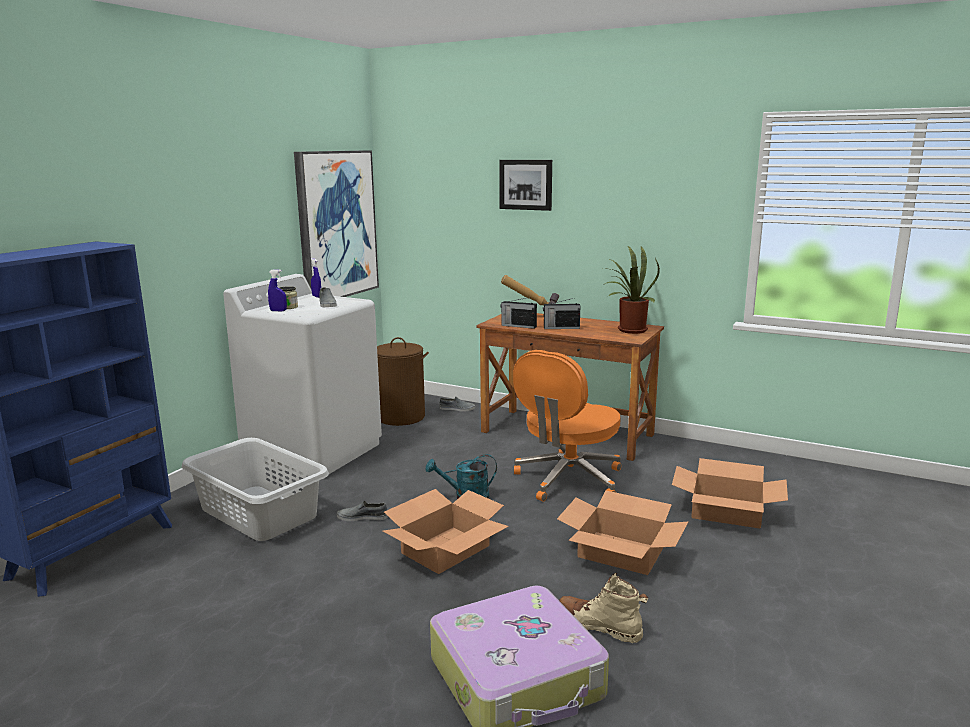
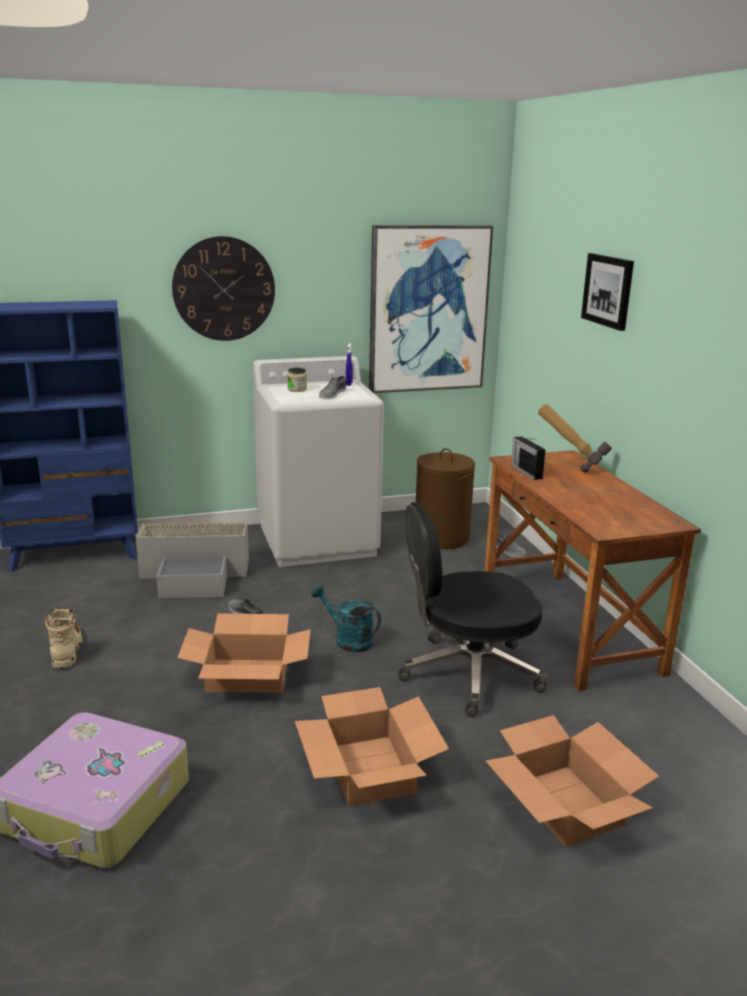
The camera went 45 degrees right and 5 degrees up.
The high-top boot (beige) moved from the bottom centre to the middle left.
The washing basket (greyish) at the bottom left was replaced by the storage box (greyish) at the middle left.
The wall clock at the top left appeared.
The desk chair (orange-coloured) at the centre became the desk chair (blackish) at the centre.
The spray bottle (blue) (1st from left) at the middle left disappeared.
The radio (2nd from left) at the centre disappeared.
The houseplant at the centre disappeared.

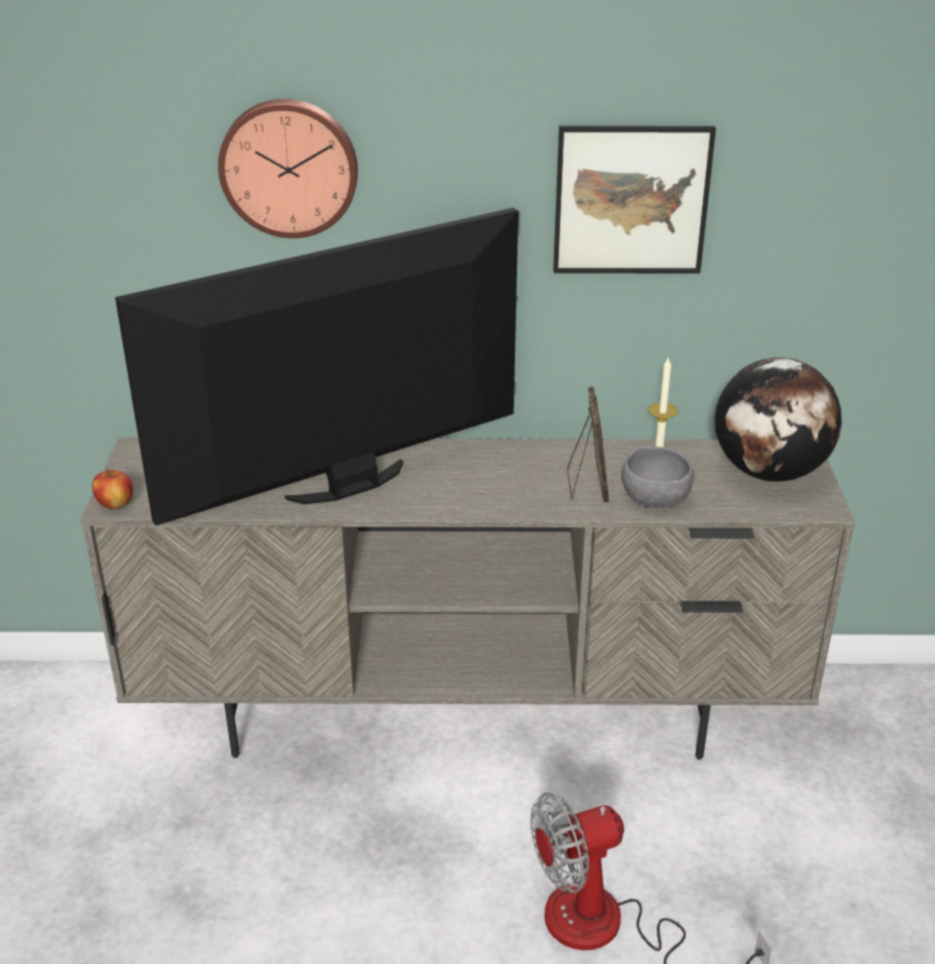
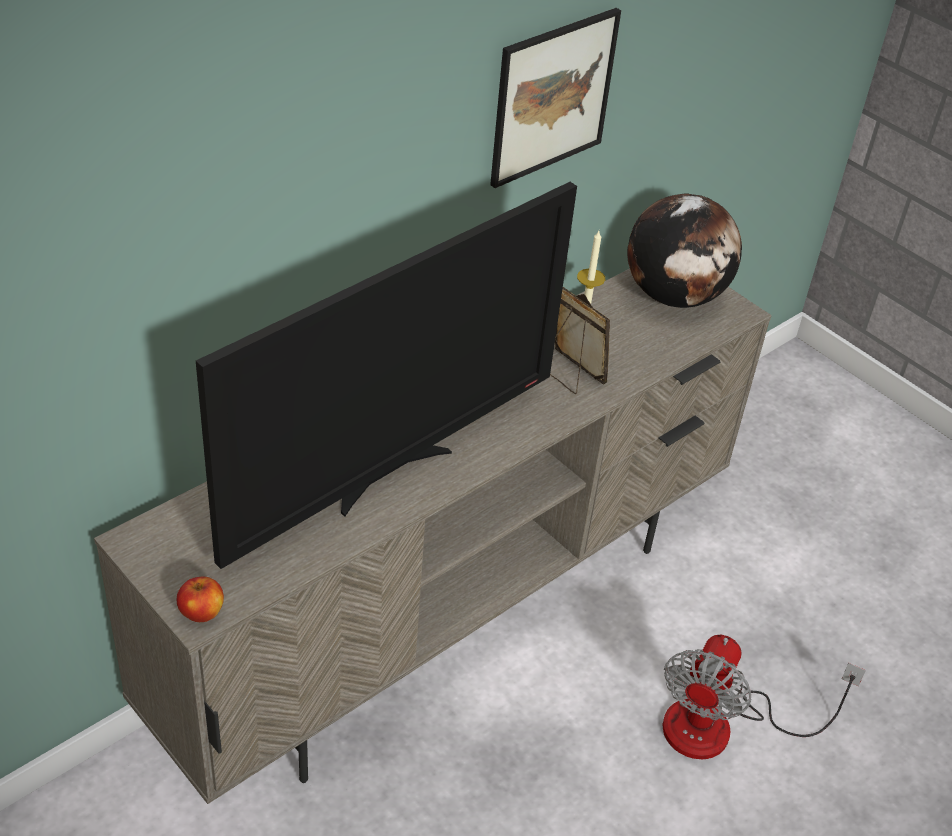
The camera went 45 degrees left and 10 degrees up.
The television at the centre turned 150 degrees counterclockwise.
The wall clock at the top left disappeared.
The serving bowl (greyish) at the middle right disappeared.

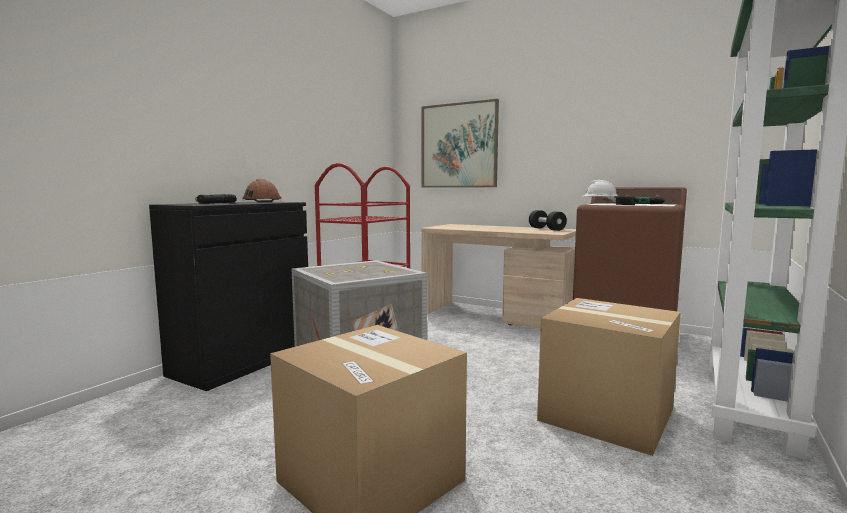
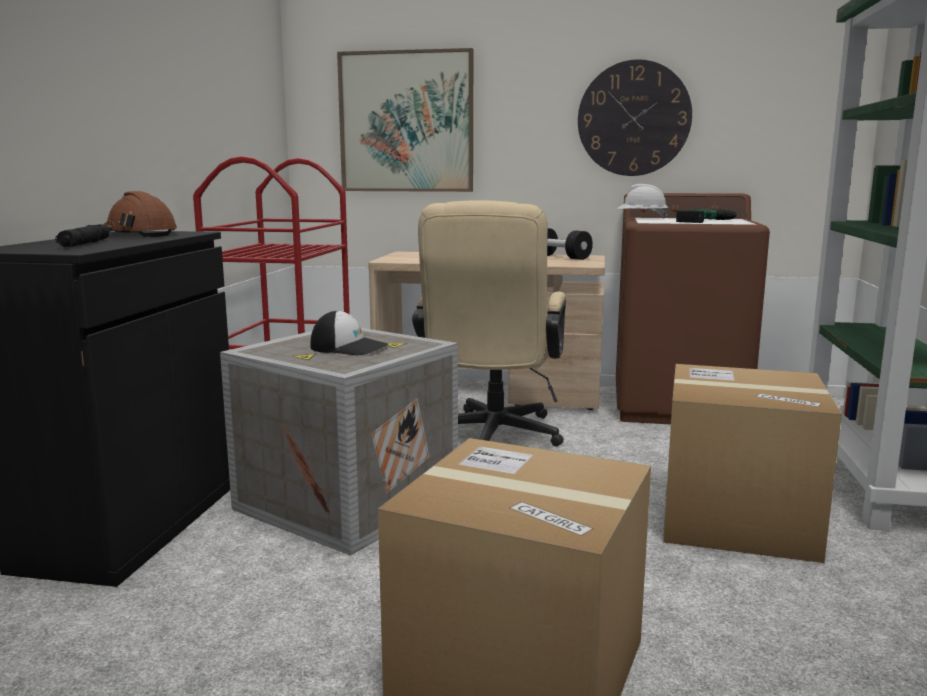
The camera went 20 degrees left and 5 degrees up.
The cap at the centre appeared.
The desk chair (beige) at the centre appeared.
The wall clock at the top right appeared.

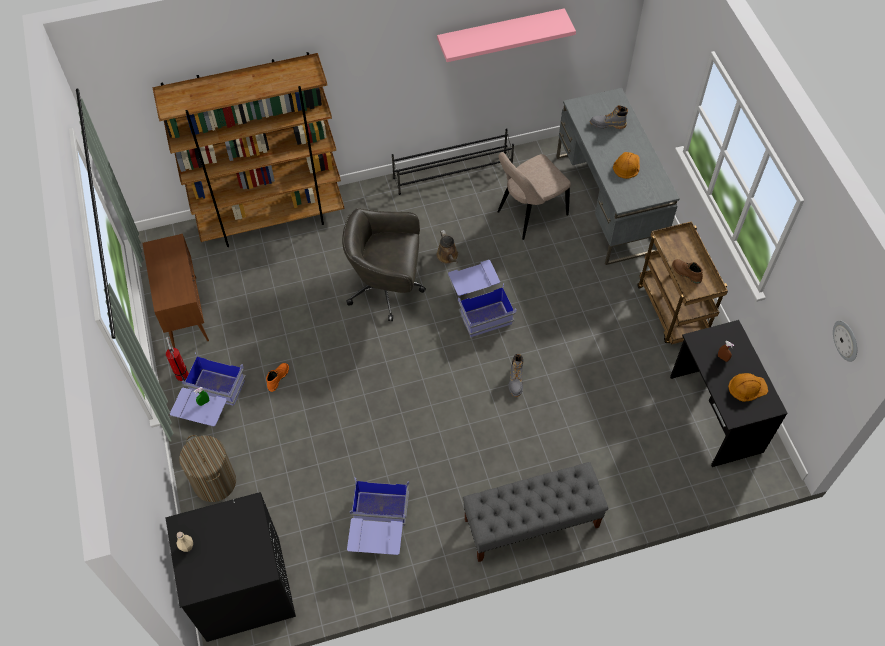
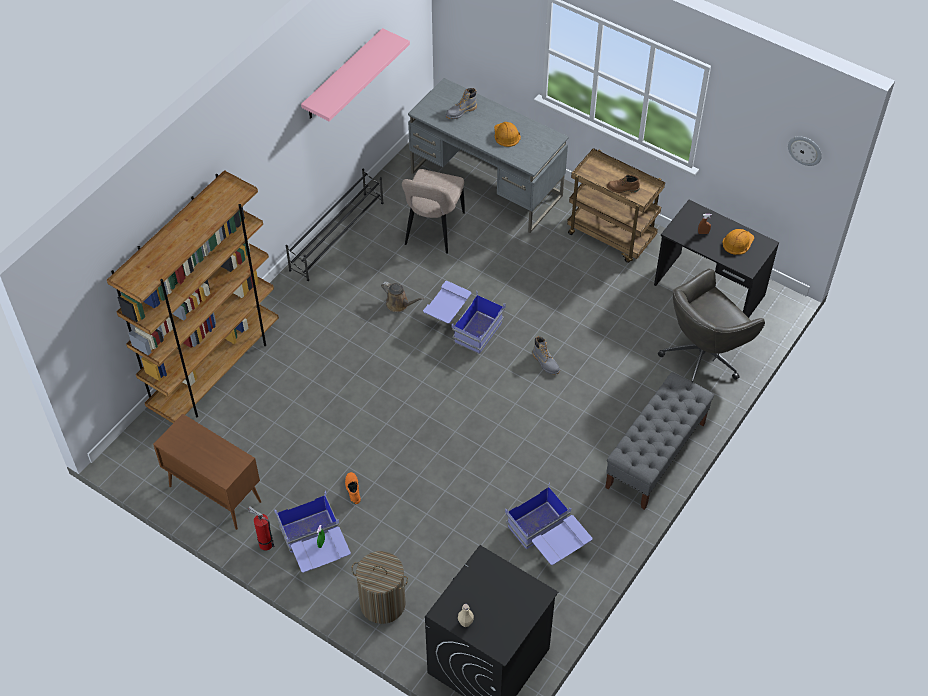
The camera went 40 degrees left and 5 degrees down.
The desk chair (greyish) moved from the centre to the middle right.

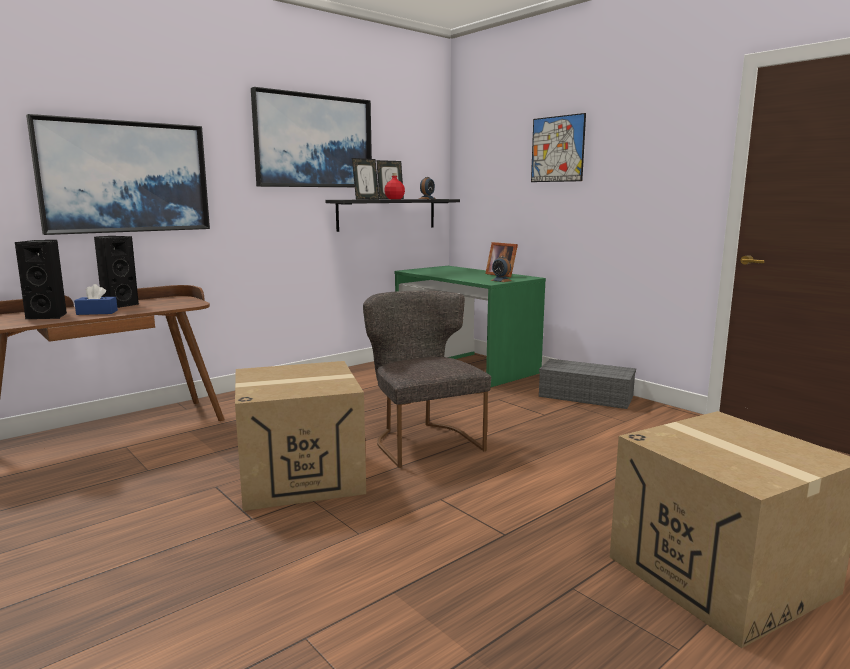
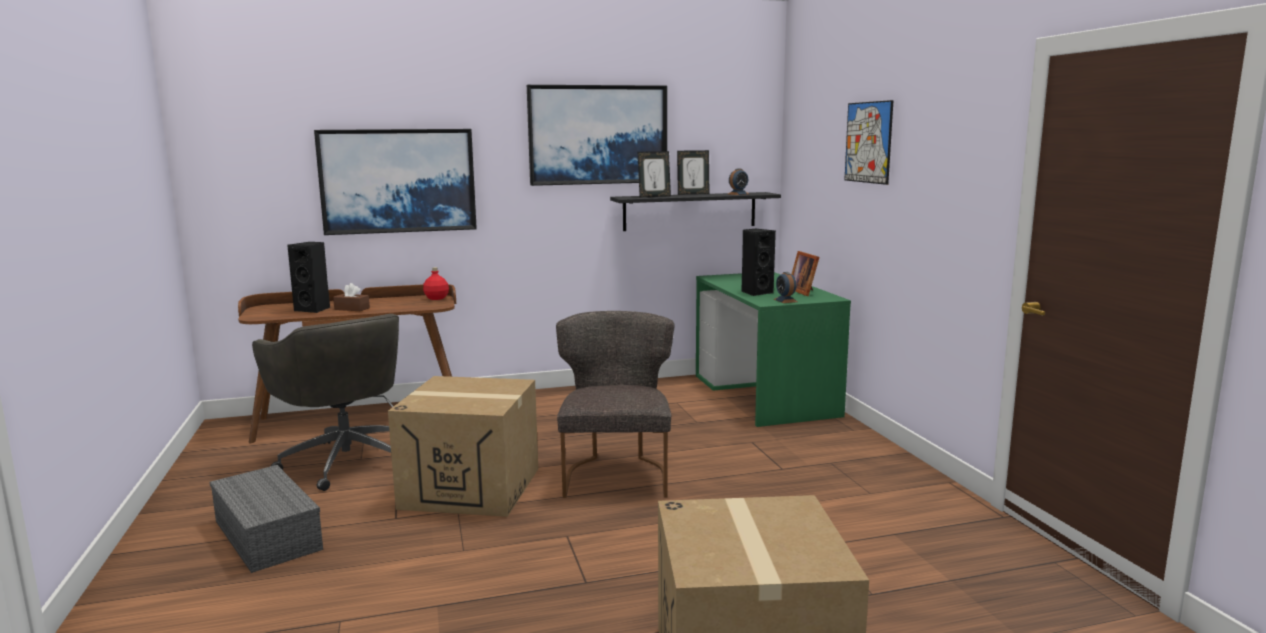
The camera went 25 degrees right and 0 degrees up.
The storage box (greyish) moved from the middle right to the bottom left.
The desk chair (greyish) at the middle left appeared.
The tissue box (blue) at the middle left became the tissue box (brown-coloured) at the middle left.
The drink bottle (reddish) moved from the top centre to the centre.
The loudspeaker (blackish) (2nd from left) moved from the middle left to the centre.

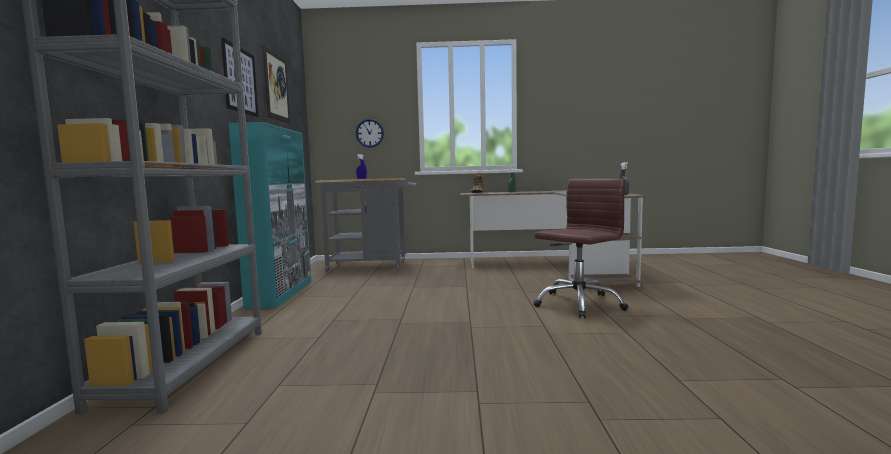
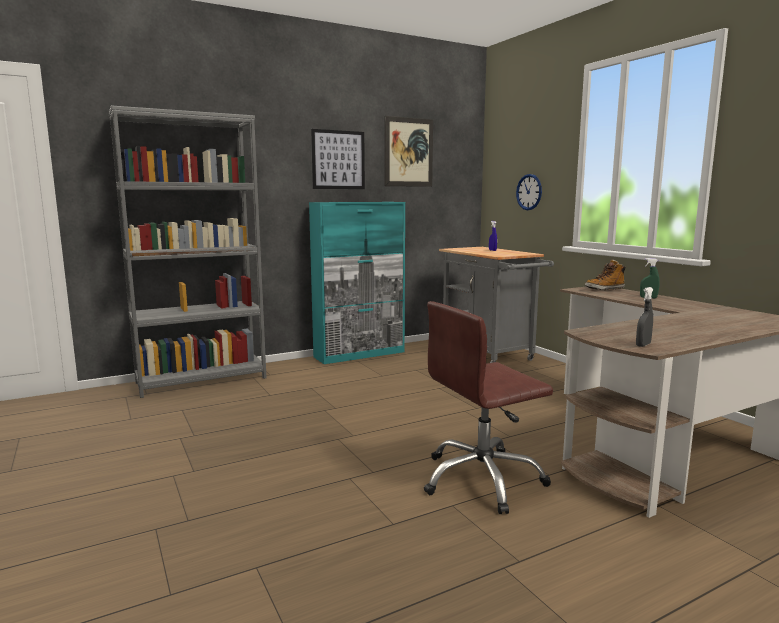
The camera went 60 degrees right and 5 degrees up.
The desk chair (brown-coloured) at the centre turned 135 degrees clockwise.

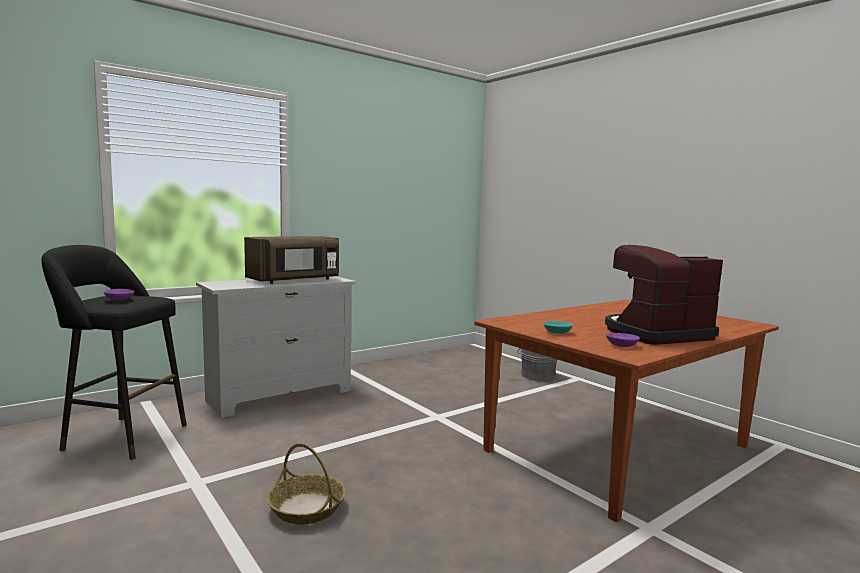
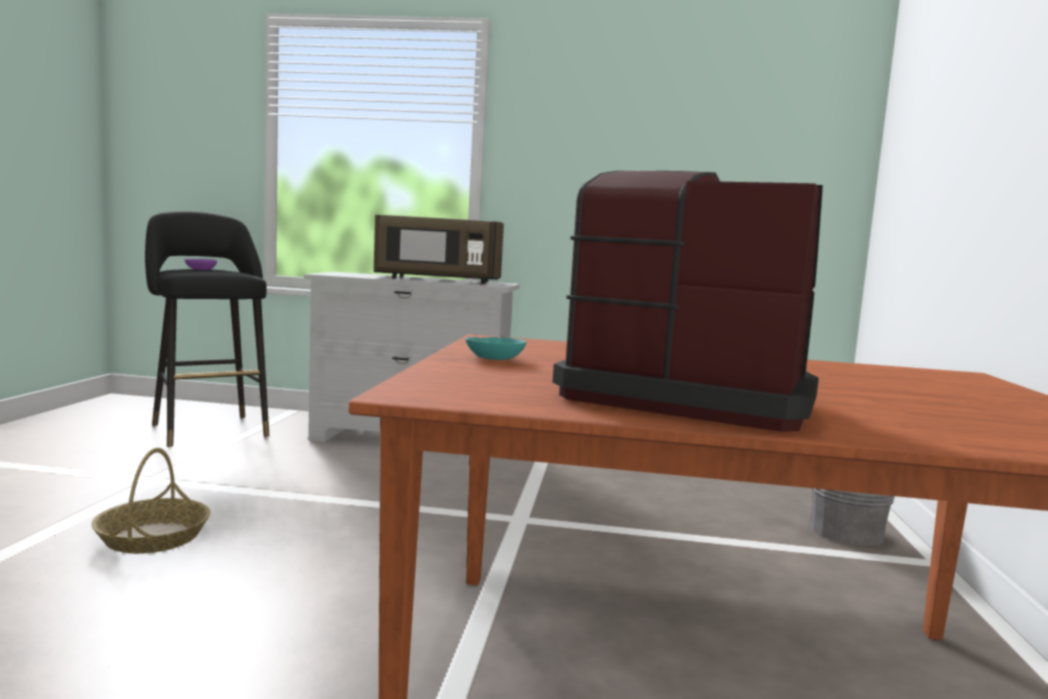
The camera went 45 degrees right and 0 degrees up.
The serving bowl (purple-coloured) (2nd from left) at the middle right disappeared.

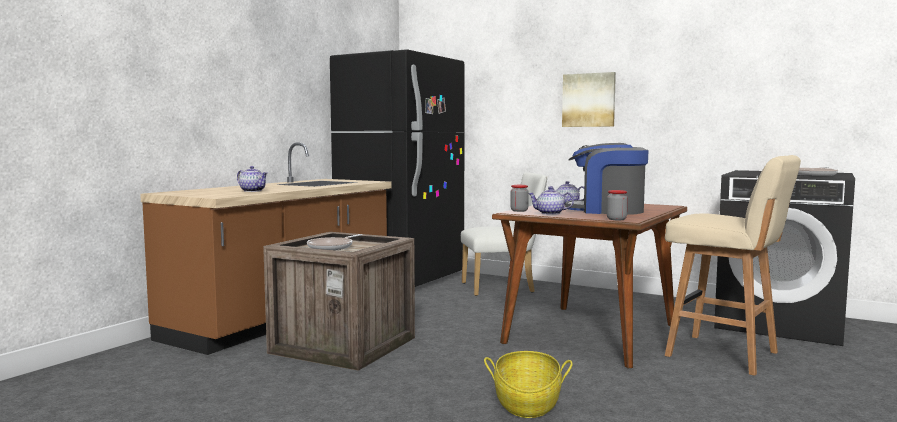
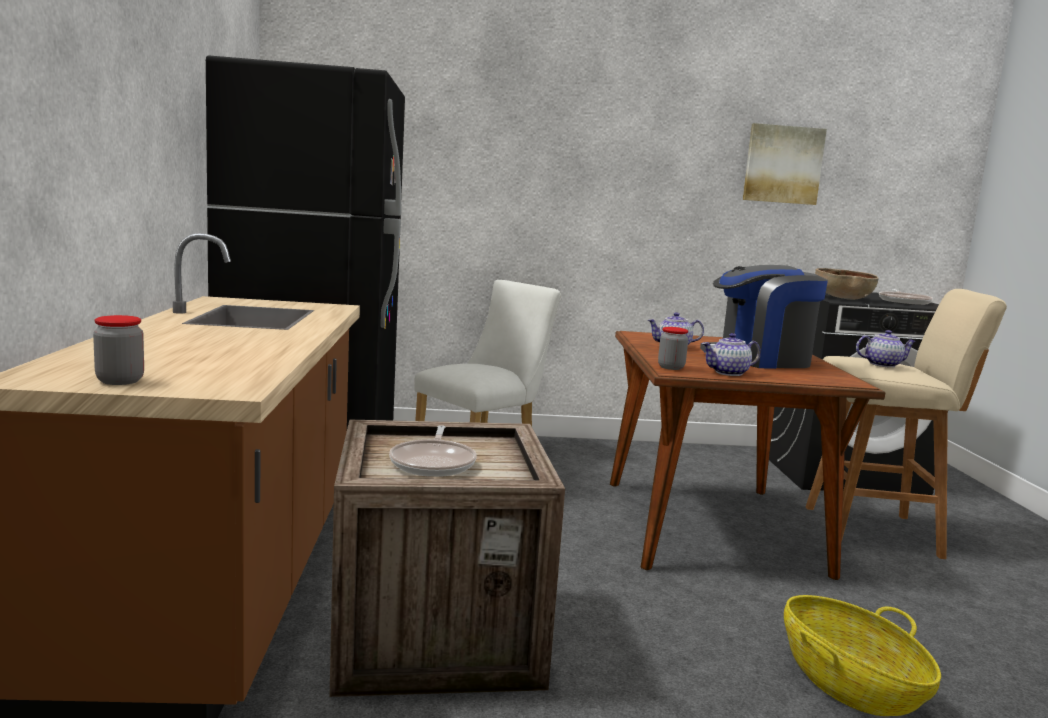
The camera went 35 degrees left and 5 degrees up.
The jar (2nd from left in the first image) moved from the middle right to the middle left.
The wall picture moved from the top centre to the top right.
The serving bowl (brown-coloured) at the middle right appeared.
The tea pot (1st from left in the first image) moved from the middle left to the middle right.

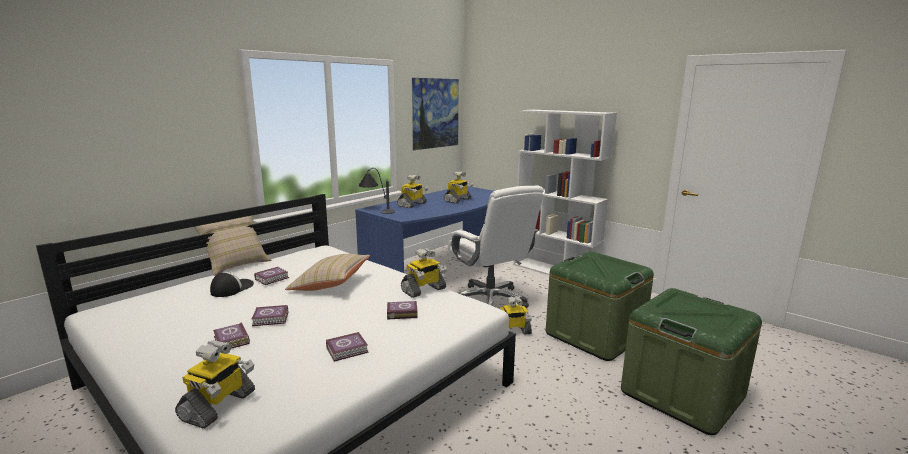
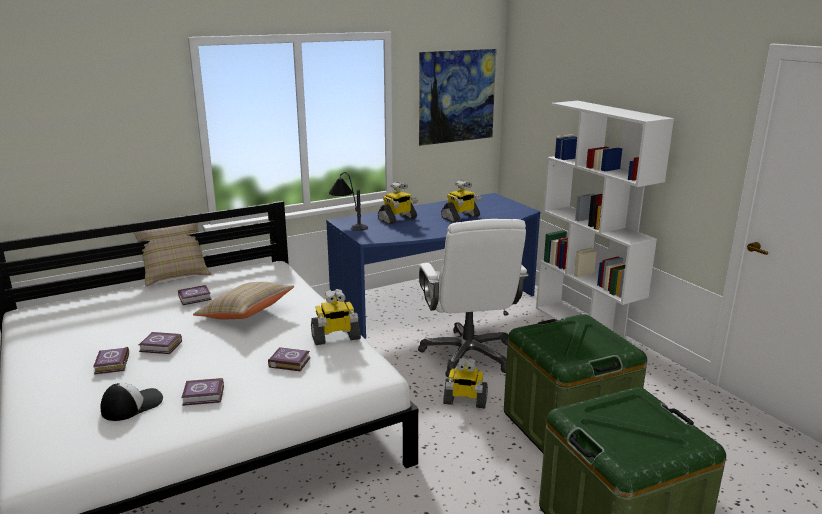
The camera went 20 degrees right and 5 degrees up.
The cap moved from the middle left to the bottom left.
The robot figure (1st from left) at the bottom left disappeared.

